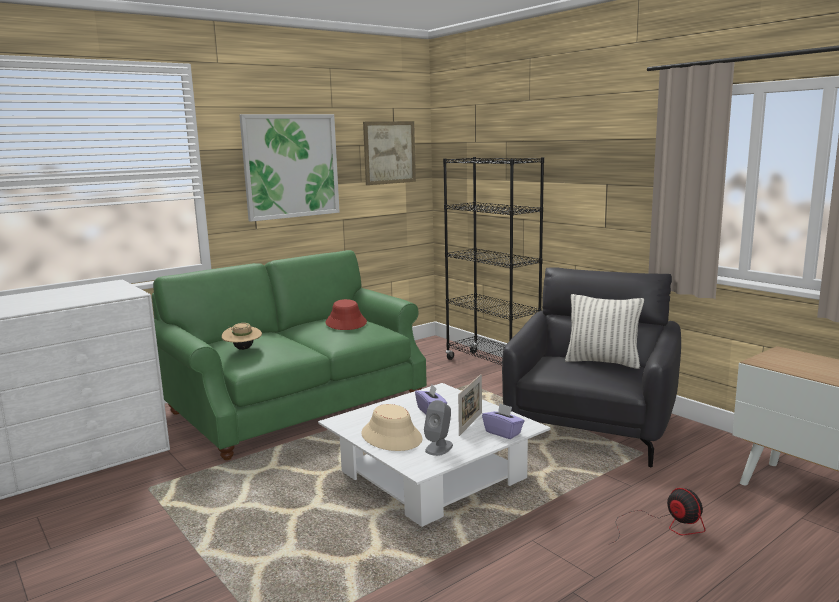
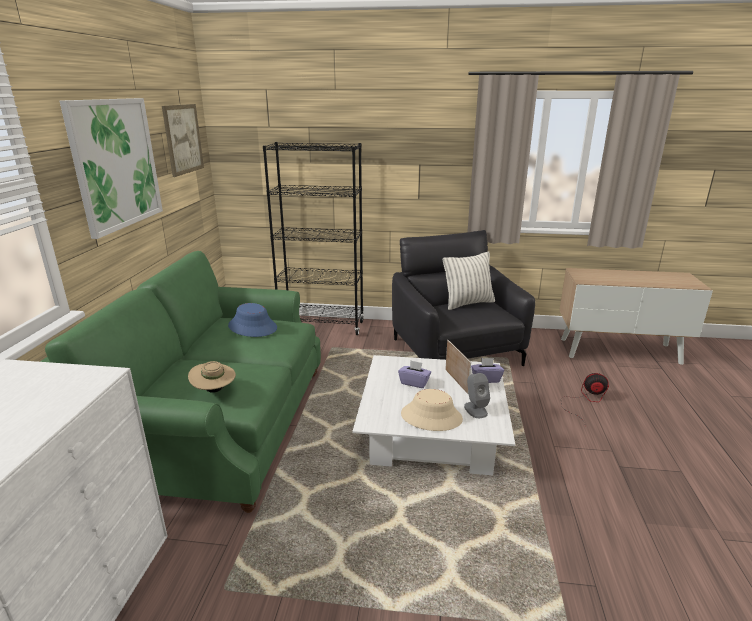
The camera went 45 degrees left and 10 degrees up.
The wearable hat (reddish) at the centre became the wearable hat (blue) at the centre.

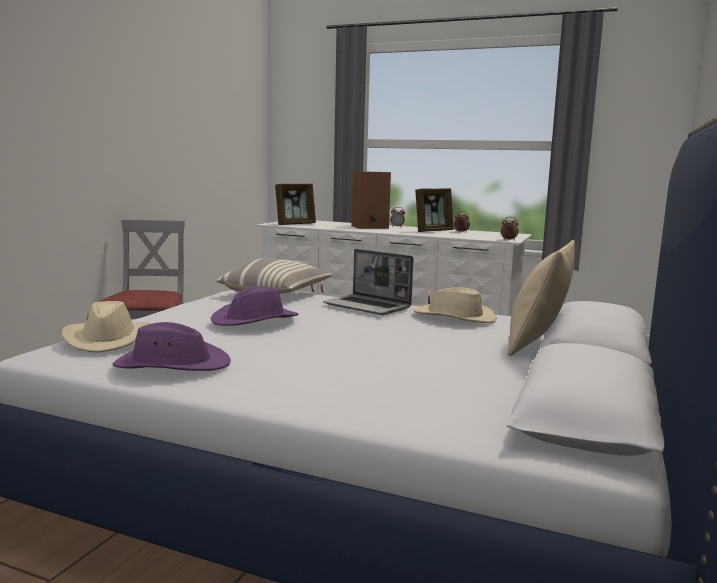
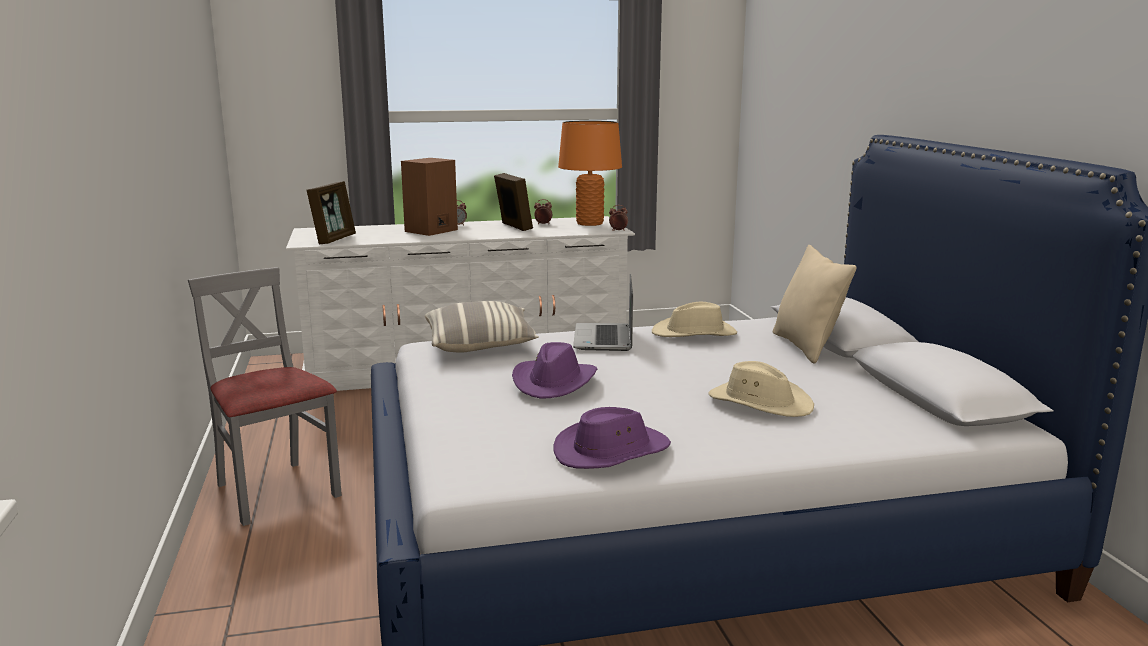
The camera went 35 degrees left and 5 degrees up.
The photo frame (2nd from left) at the centre turned 45 degrees counterclockwise.
The tabletop lamp (orange-coloured) at the top centre appeared.
The portable computer at the centre turned 90 degrees clockwise.
The wearable hat (beige) (1st from left in the first image) moved from the middle left to the centre.

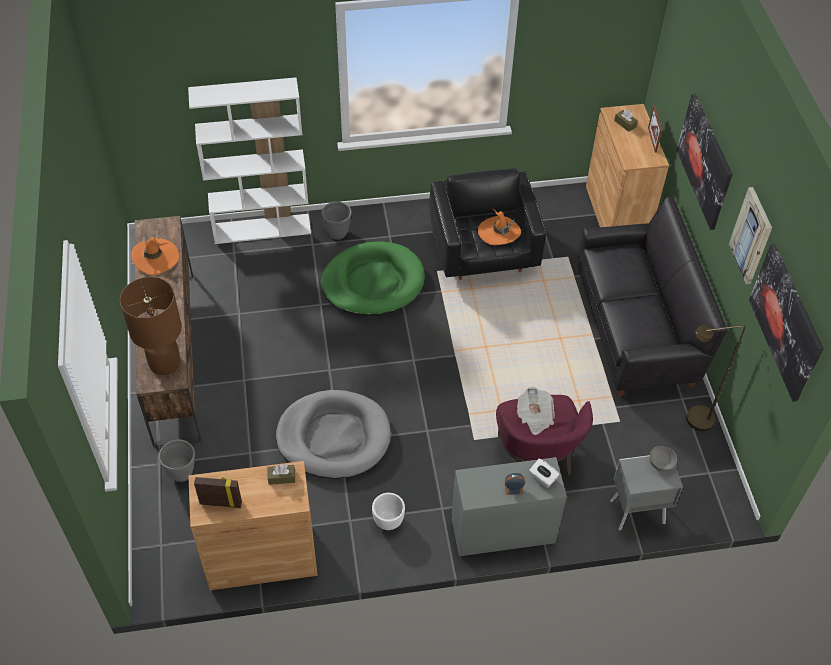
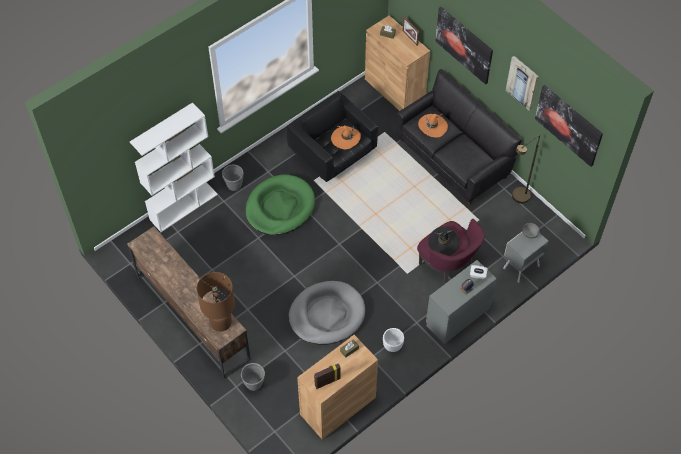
The camera went 30 degrees left and 5 degrees up.
The wearable hat (orange-coloured) (1st from left in the first image) moved from the middle left to the top centre.
The newspaper at the centre was replaced by the wearable hat (blackish) at the centre.

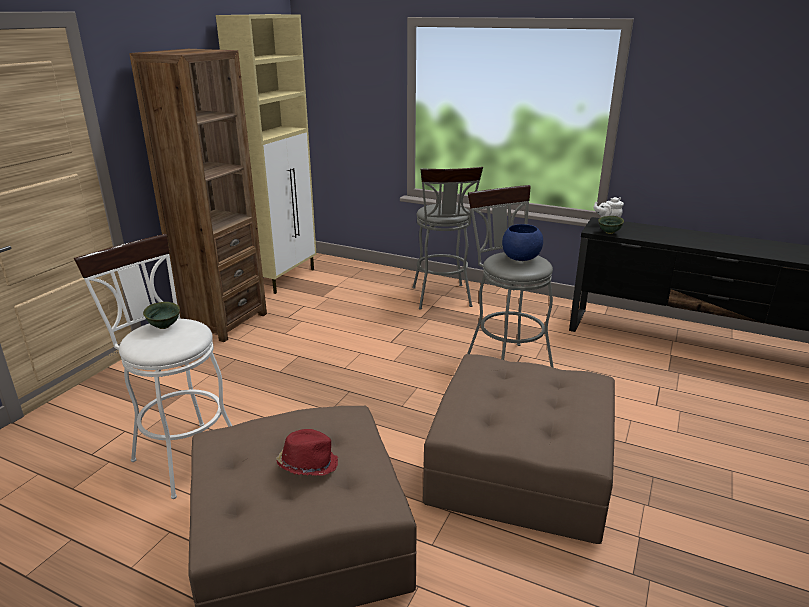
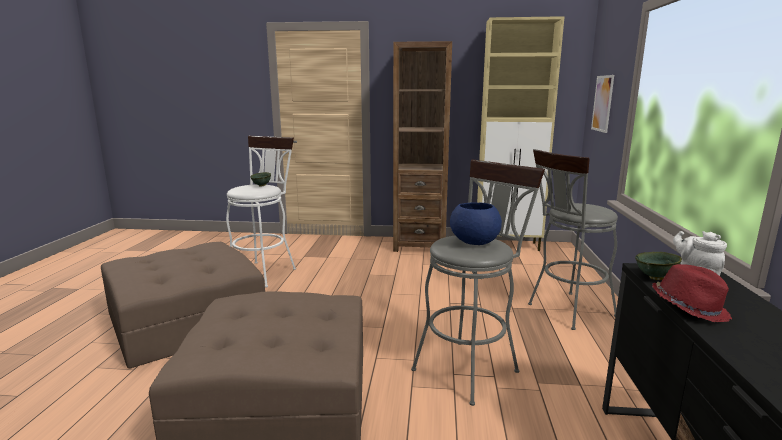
The camera went 70 degrees right and 10 degrees down.
The wall picture at the top right appeared.
The wearable hat (reddish) moved from the bottom centre to the middle right.

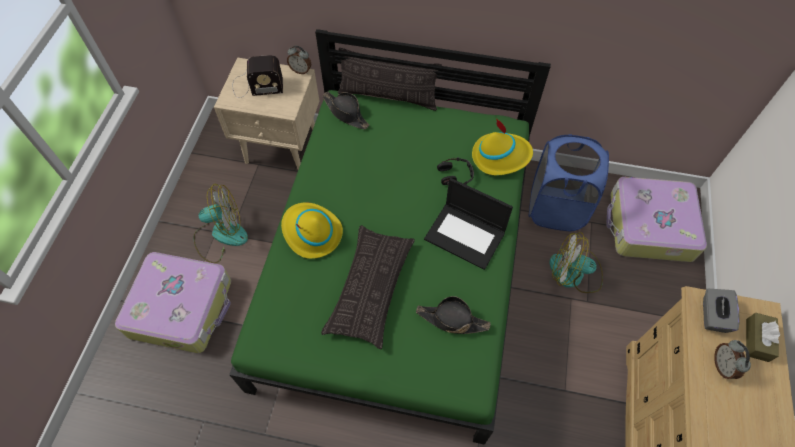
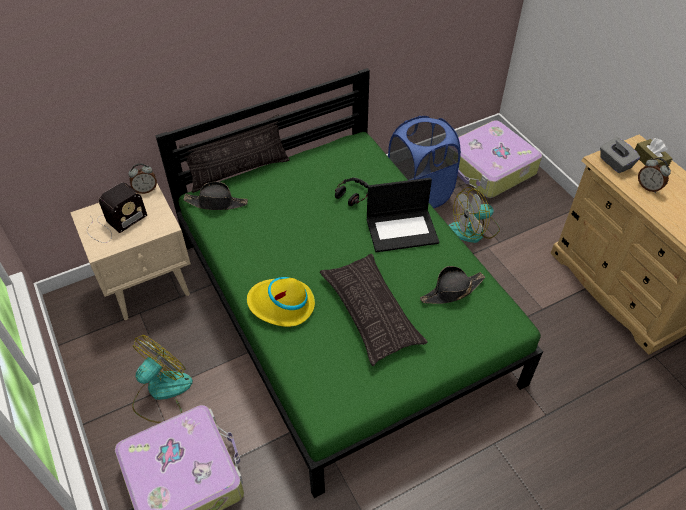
The camera went 40 degrees left and 10 degrees down.
The wearable hat (yellow-coloured) (2nd from left) at the top centre disappeared.

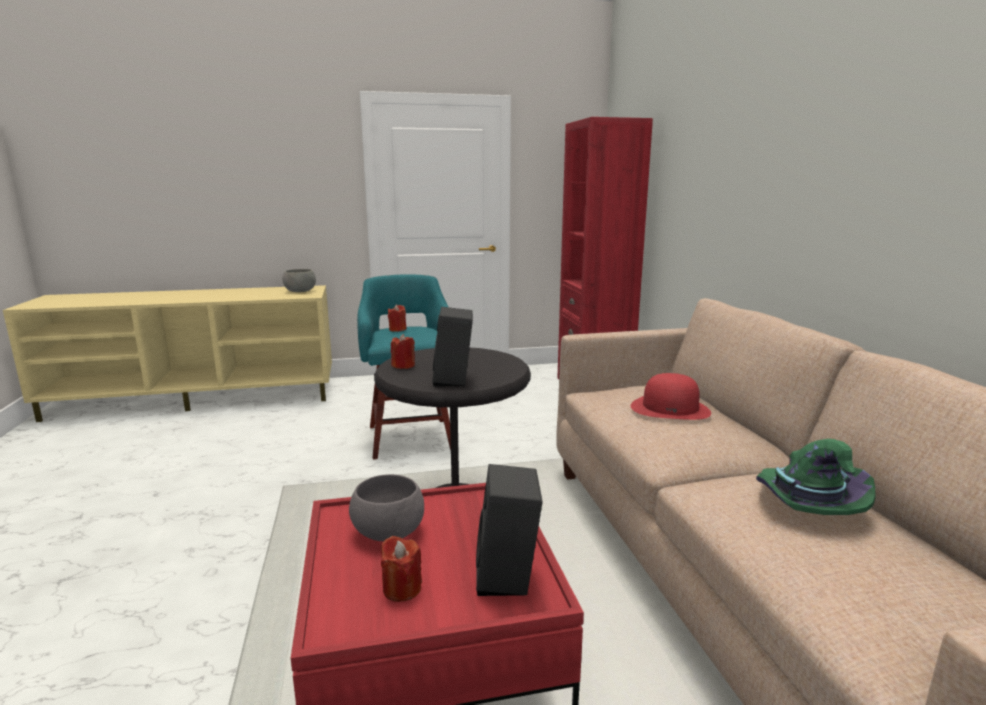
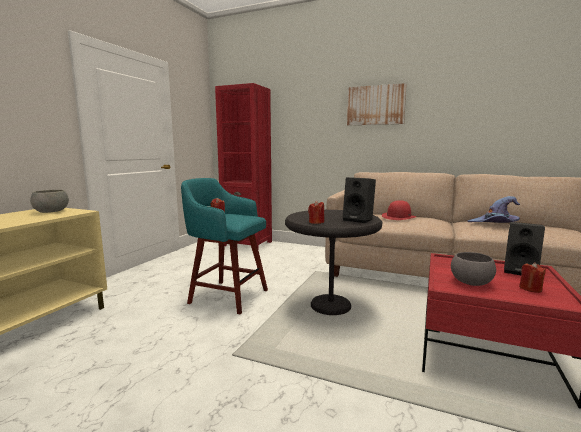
The camera went 55 degrees left and 5 degrees down.
The wall picture at the top centre appeared.
The wearable hat (green-coloured) at the bottom right became the wearable hat (purple-coloured) at the middle right.

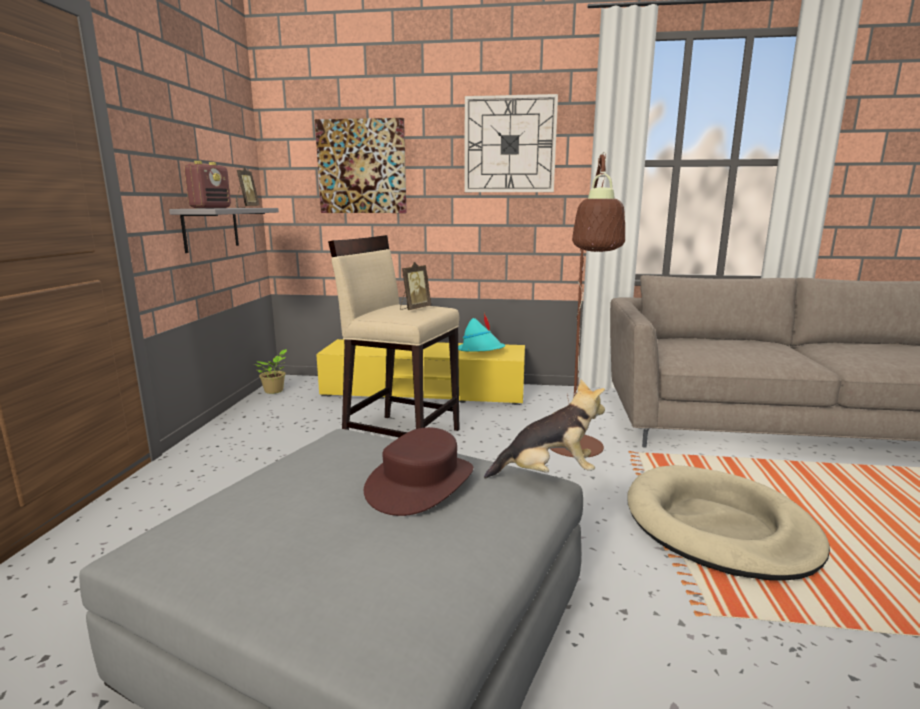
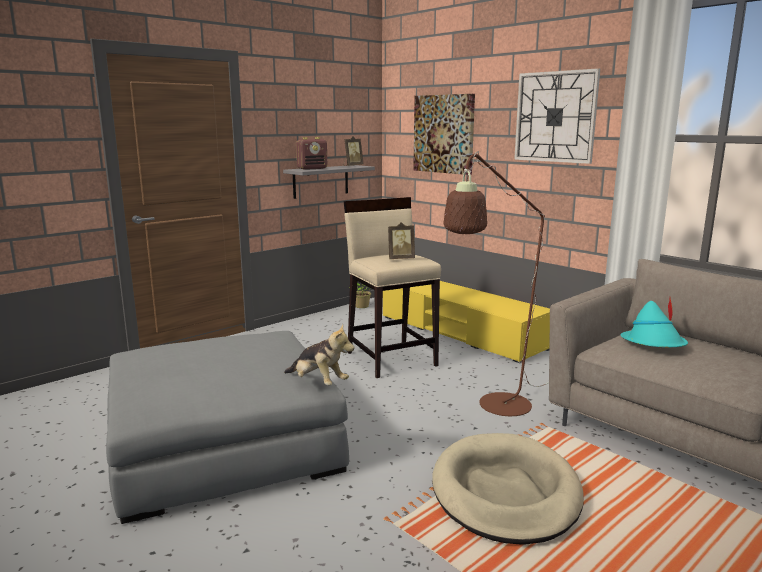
The camera went 40 degrees right and 0 degrees up.
The wearable hat (blue-green) moved from the centre to the middle right.
The wearable hat (brown-coloured) at the centre disappeared.

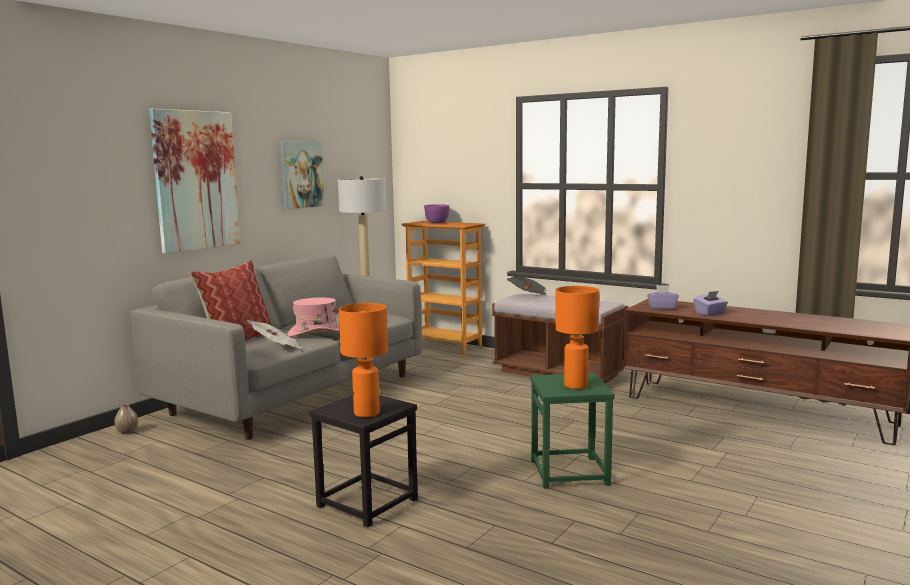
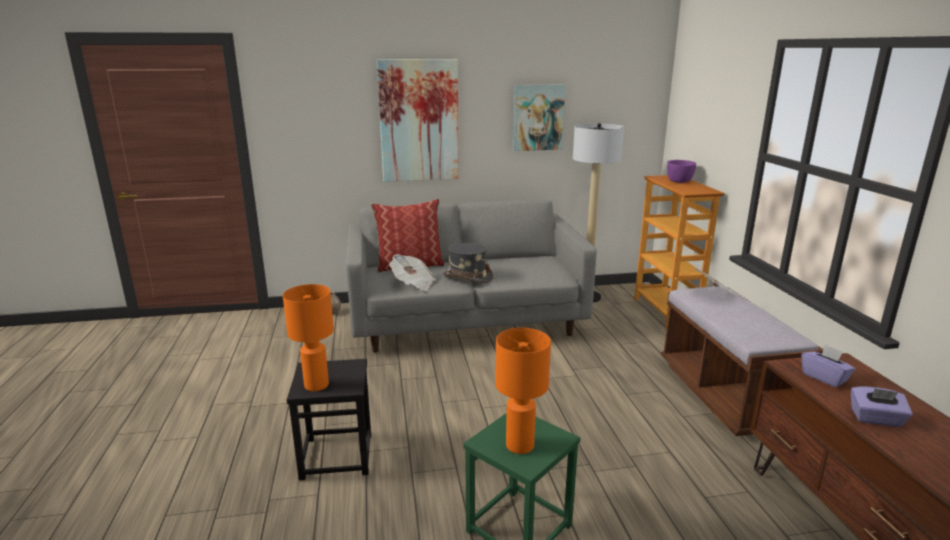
The camera went 45 degrees right and 10 degrees up.
The wearable hat (pink) at the centre became the wearable hat (greyish) at the centre.

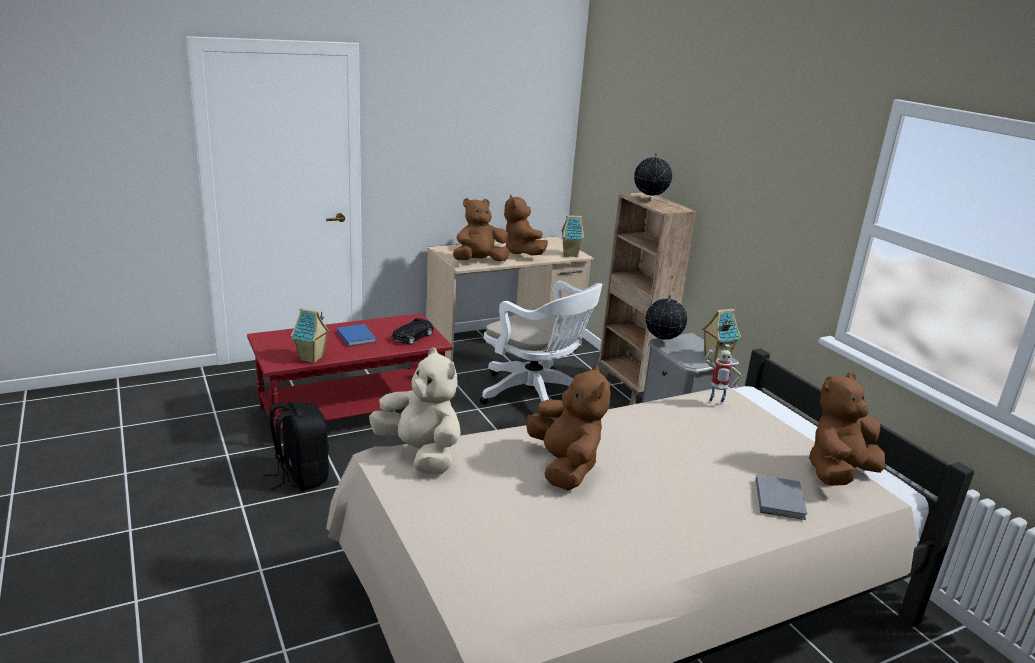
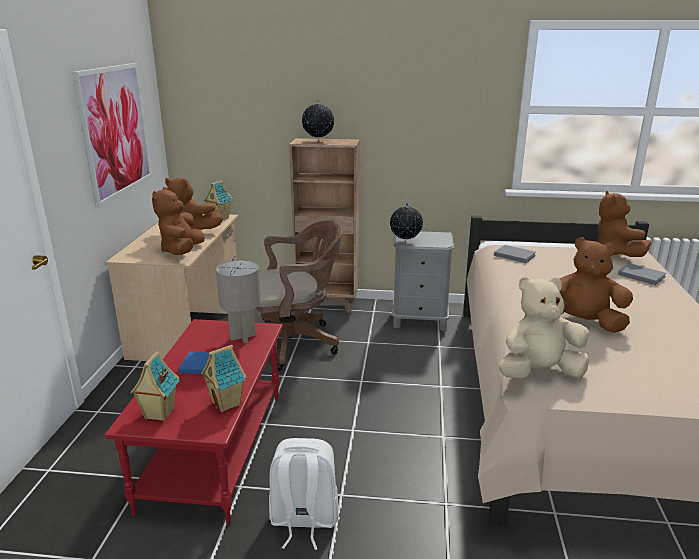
The camera went 55 degrees left and 0 degrees up.
The wall picture at the top left appeared.
The model house (3rd from left in the first image) moved from the middle right to the bottom left.
The model car (blackish) at the centre was replaced by the tabletop lamp (greyish) at the centre.
The desk chair (white-coloured) at the centre became the desk chair (brown-coloured) at the centre.
The rucksack (blackish) at the bottom left became the rucksack (white-coloured) at the bottom centre.
The robot figure at the middle right was replaced by the volume (greyish) (1st from left) at the middle right.

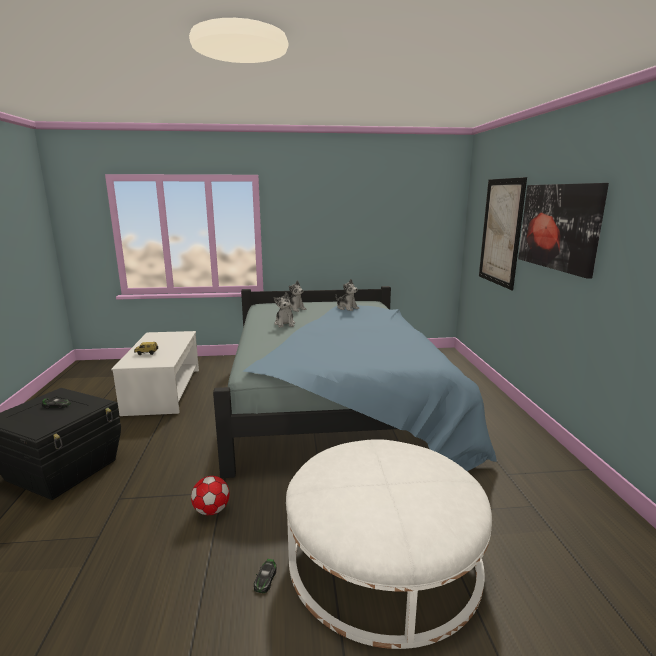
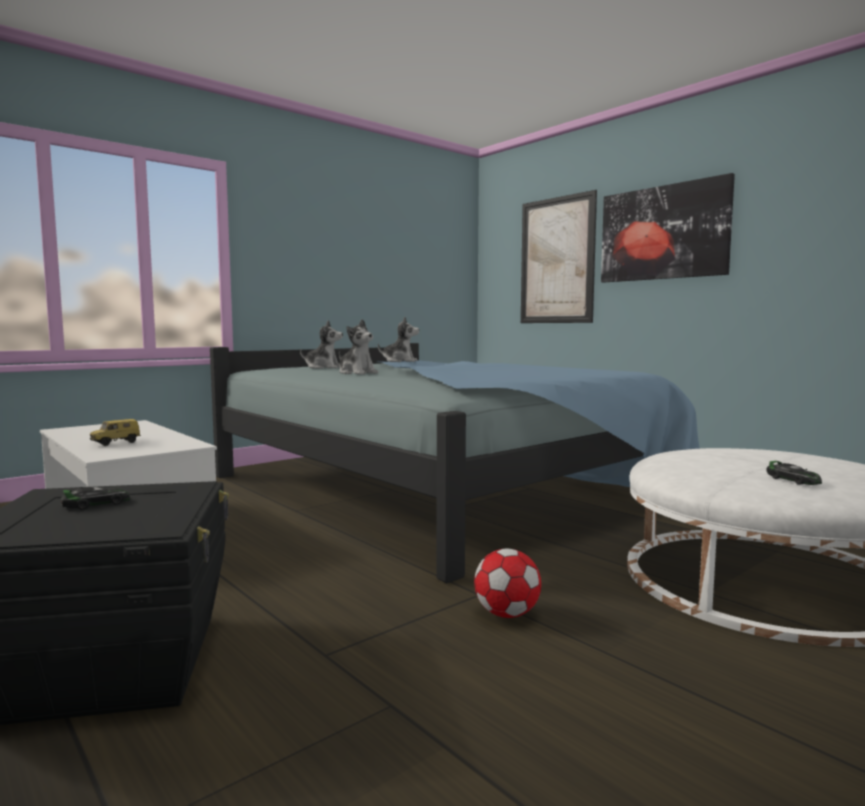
The camera went 35 degrees left and 10 degrees down.
The model car (3rd from left) moved from the bottom centre to the middle right.

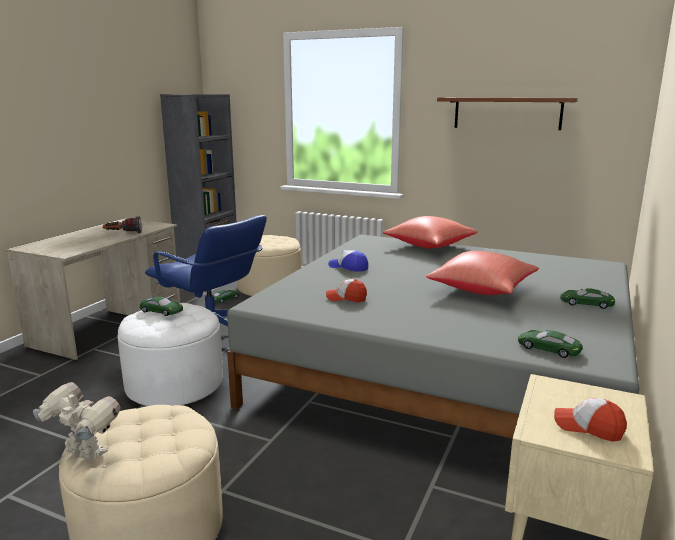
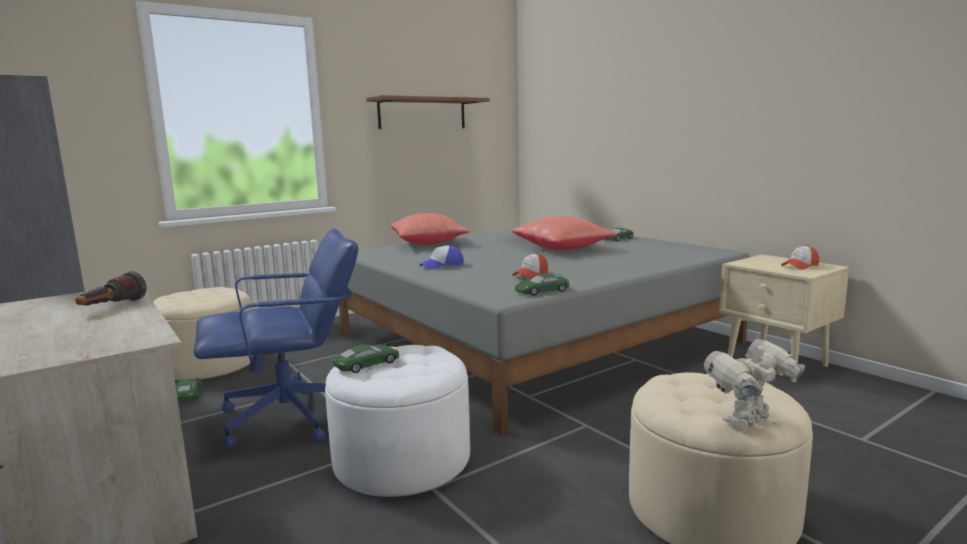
The camera went 60 degrees left and 5 degrees down.
The model car (green-coloured) (3rd from left) moved from the middle right to the centre.

